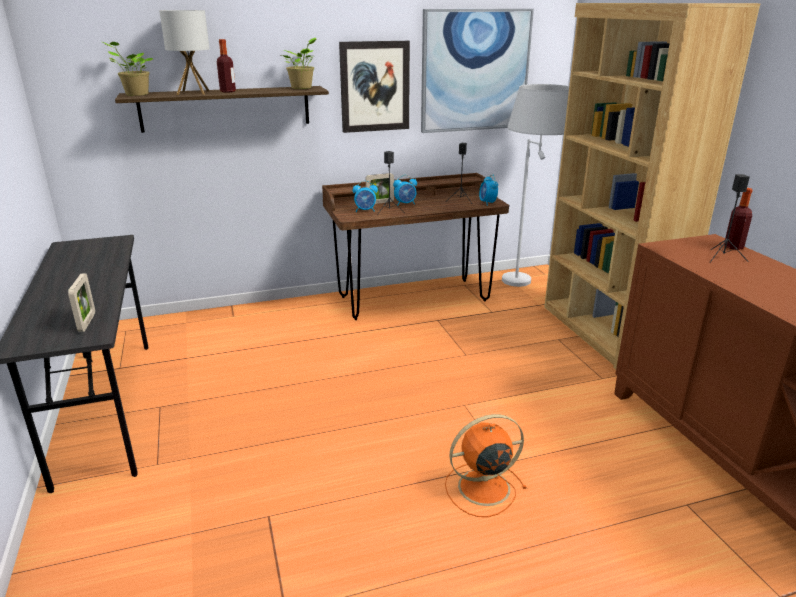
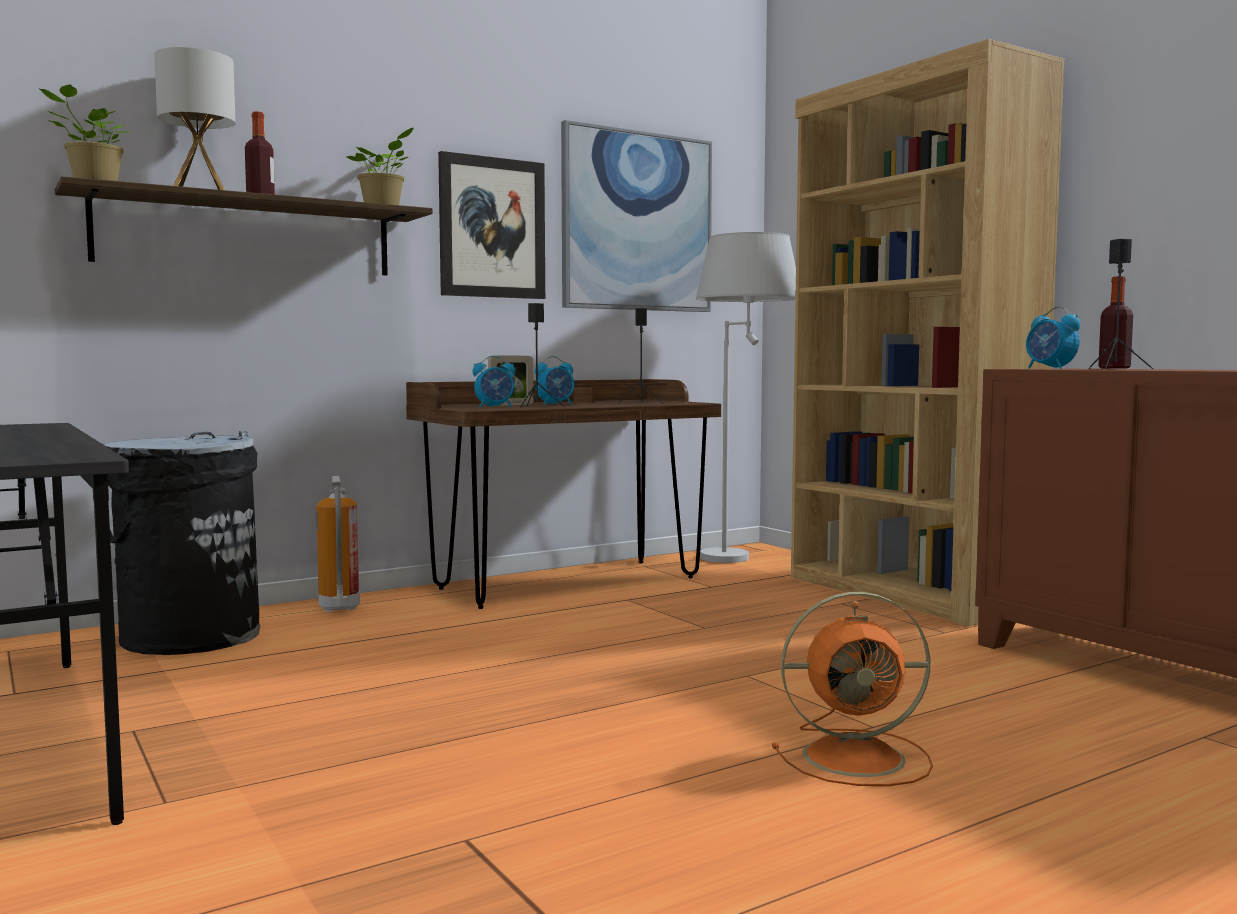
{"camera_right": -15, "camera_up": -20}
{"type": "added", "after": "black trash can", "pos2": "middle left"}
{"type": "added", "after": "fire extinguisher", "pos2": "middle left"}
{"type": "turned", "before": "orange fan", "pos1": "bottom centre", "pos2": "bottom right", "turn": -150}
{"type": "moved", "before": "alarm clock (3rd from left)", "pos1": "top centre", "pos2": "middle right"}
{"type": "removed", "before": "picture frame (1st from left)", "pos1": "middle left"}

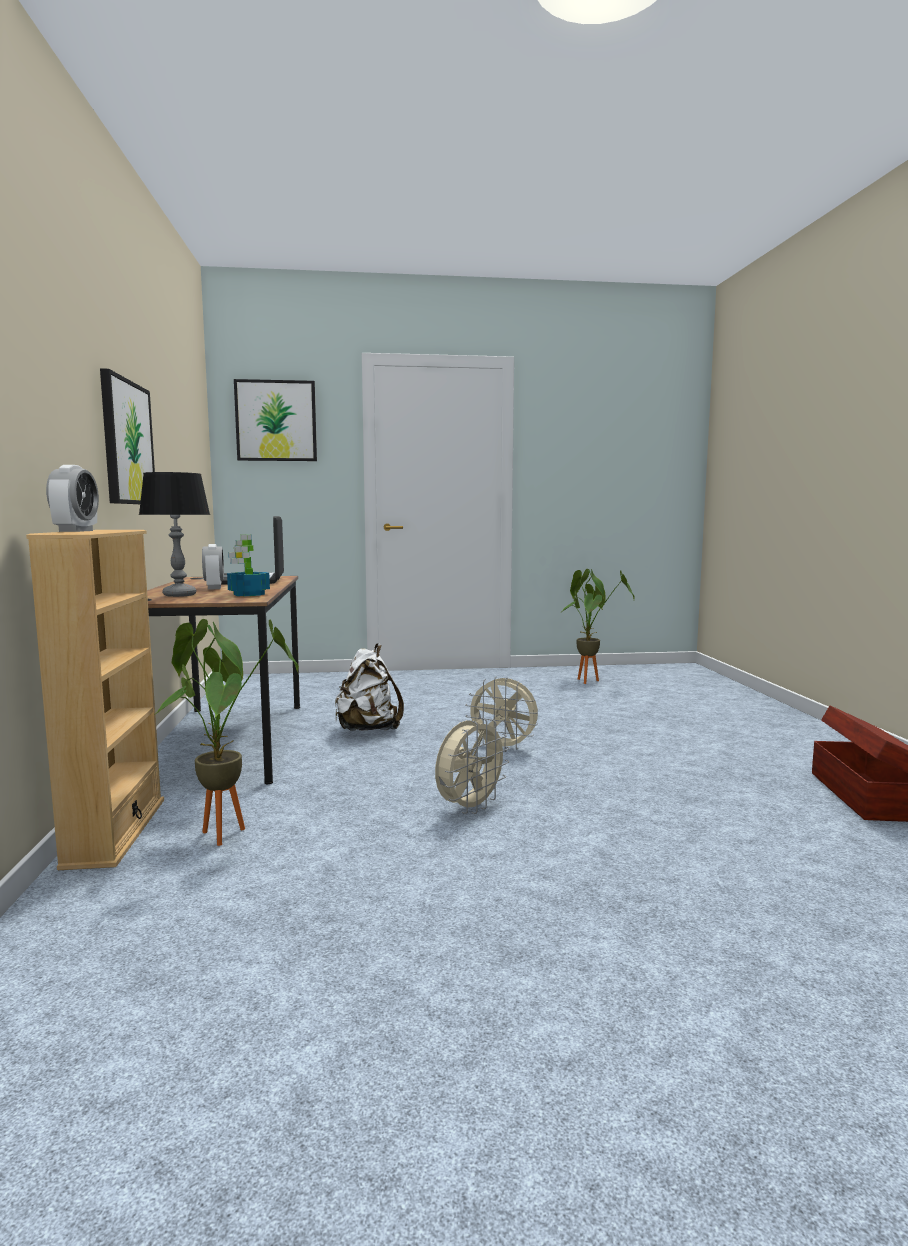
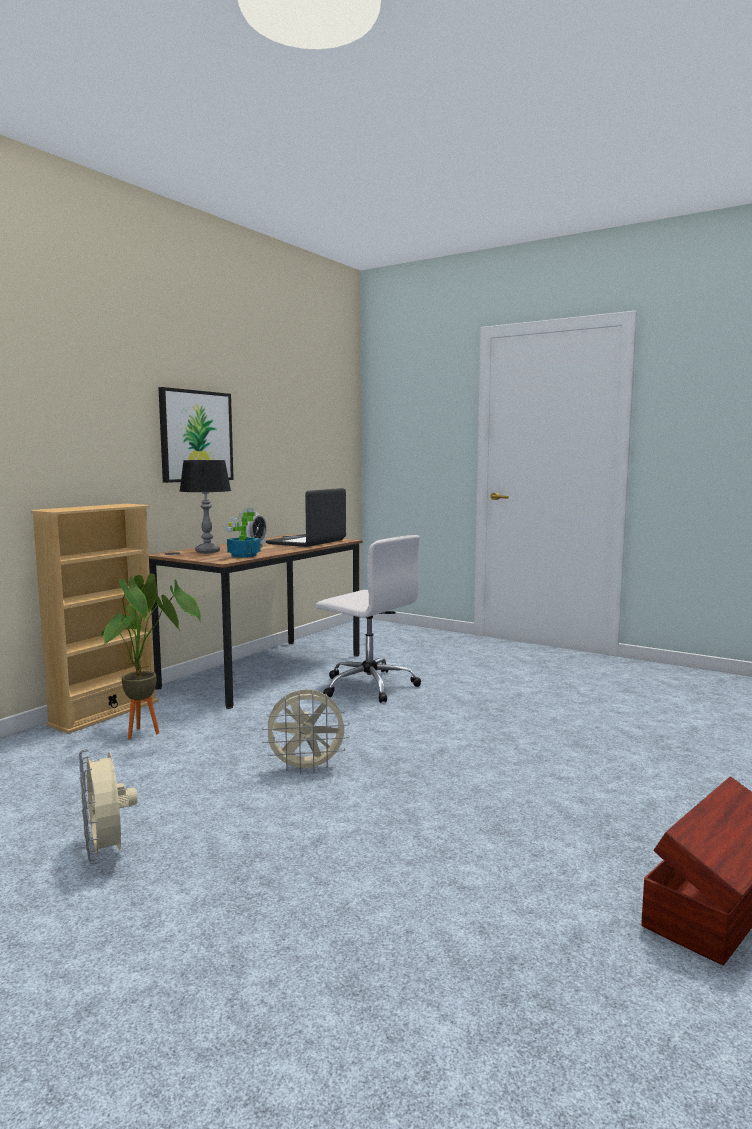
{"camera_right": 40, "camera_up": 0}
{"type": "moved", "before": "beige fan (2nd from left in the first image)", "after": "beige fan (1st from left)", "pos1": "centre", "pos2": "bottom left"}
{"type": "replaced", "before": "white backpack", "after": "white office chair", "pos1": "centre", "pos2": "centre"}
{"type": "removed", "before": "alarm clock (1st from left)", "pos1": "middle left"}
{"type": "removed", "before": "picture (2nd from left)", "pos1": "middle left"}
{"type": "removed", "before": "potted plant (3rd from left)", "pos1": "centre"}

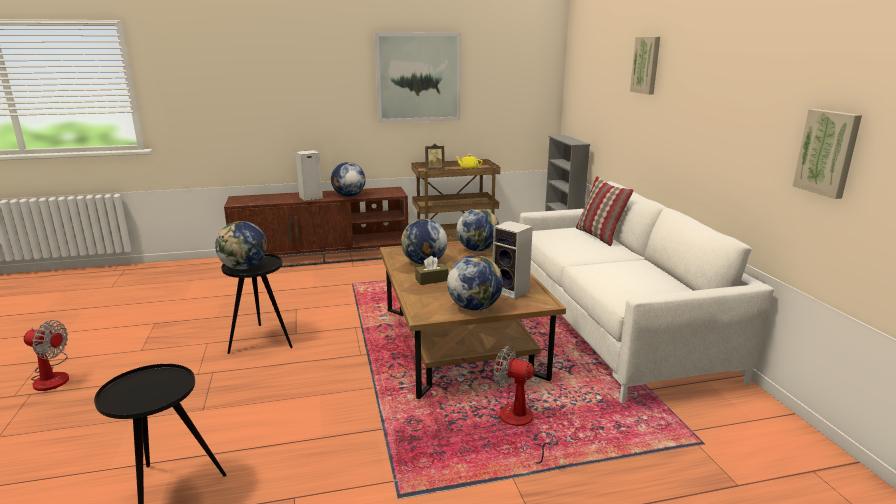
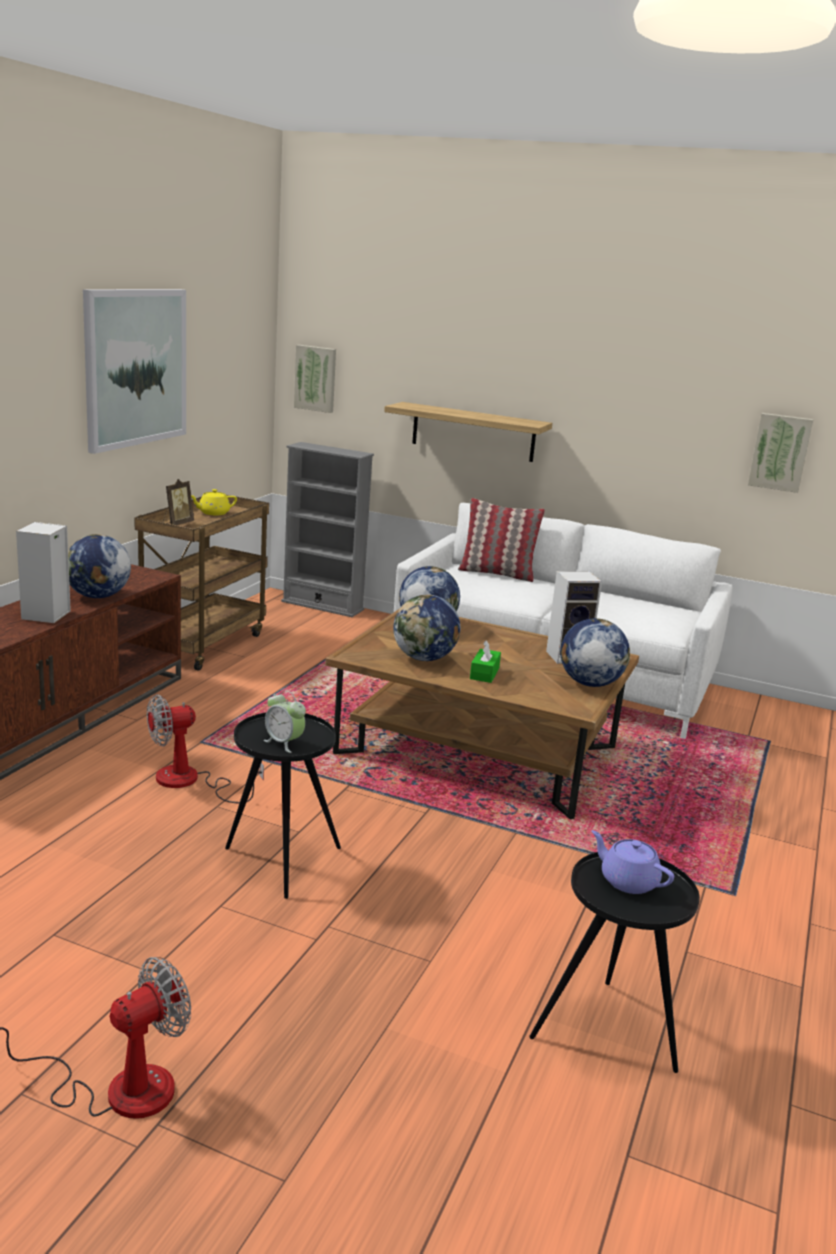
{"camera_right": -55, "camera_up": 0}
{"type": "moved", "before": "fan (2nd from left)", "pos1": "bottom centre", "pos2": "middle left"}
{"type": "replaced", "before": "globe (1st from left)", "after": "alarm clock", "pos1": "middle left", "pos2": "centre"}
{"type": "moved", "before": "picture (2nd from left)", "pos1": "top right", "pos2": "top centre"}
{"type": "added", "after": "shelf", "pos2": "centre"}
{"type": "recoloured", "before": "brown tissue box", "after": "green tissue box", "pos1": "centre", "pos2": "centre"}
{"type": "added", "after": "purple teapot", "pos2": "bottom right"}

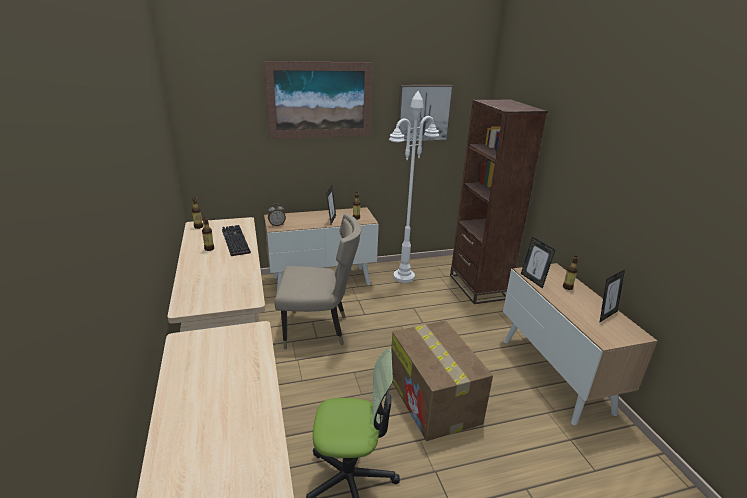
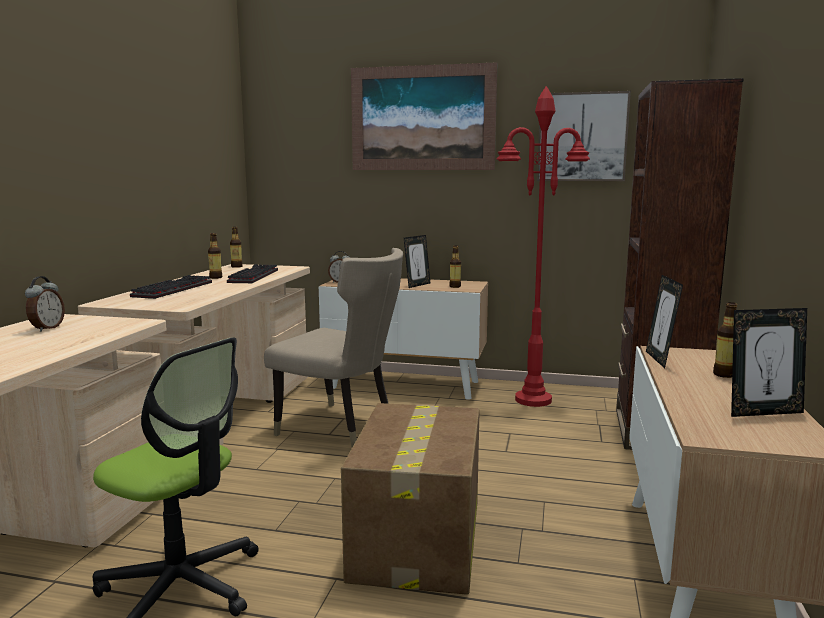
{"camera_right": 30, "camera_up": -15}
{"type": "added", "after": "alarm clock (1st from left)", "pos2": "middle left"}
{"type": "added", "after": "keyboard (1st from left)", "pos2": "middle left"}
{"type": "recoloured", "before": "white floor lamp", "after": "red floor lamp", "pos1": "centre", "pos2": "centre"}

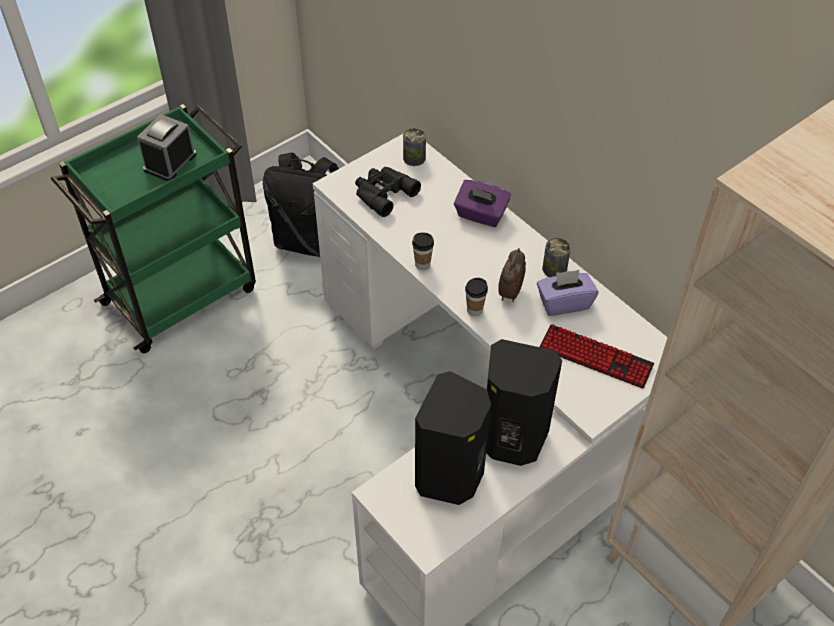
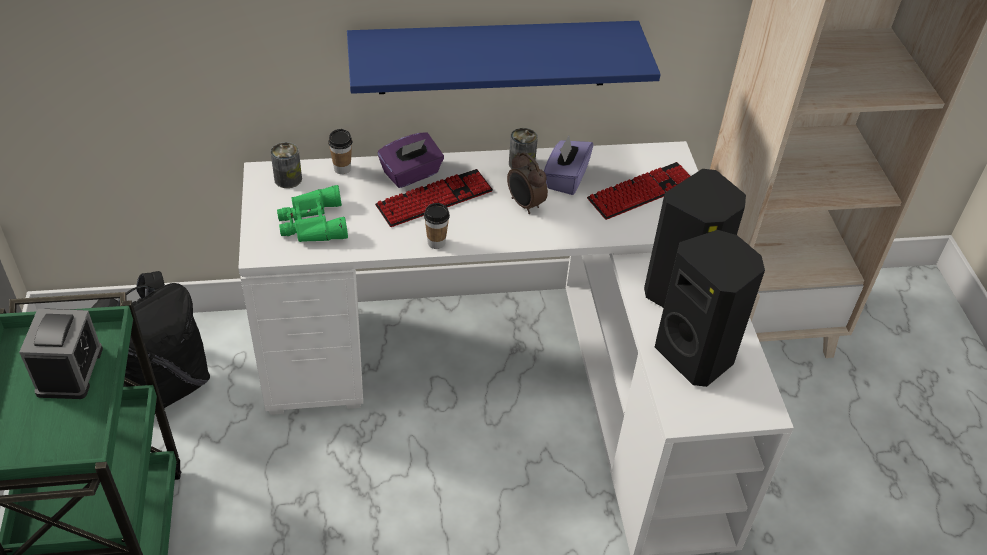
{"camera_right": -60, "camera_up": -5}
{"type": "turned", "before": "alarm clock (1st from left)", "pos1": "top left", "pos2": "middle left", "turn": -150}
{"type": "recoloured", "before": "black binoculars", "after": "green binoculars", "pos1": "top centre", "pos2": "middle left"}
{"type": "moved", "before": "cup (2nd from left in the first image)", "after": "cup (1st from left)", "pos1": "centre", "pos2": "top centre"}
{"type": "added", "after": "blue shelf", "pos2": "top centre"}
{"type": "added", "after": "keyboard (1st from left)", "pos2": "centre"}

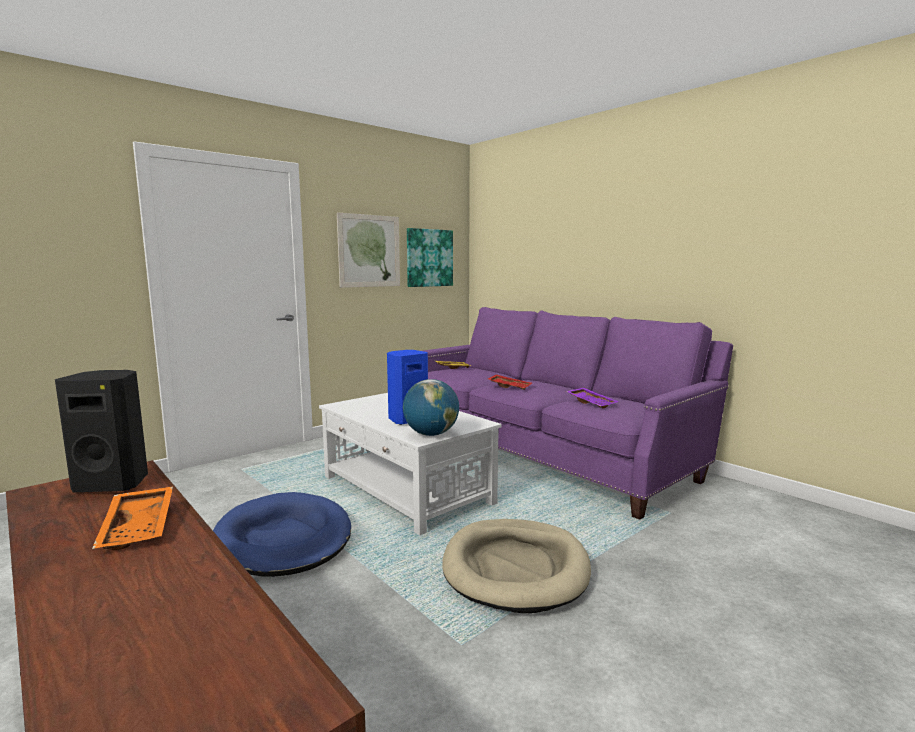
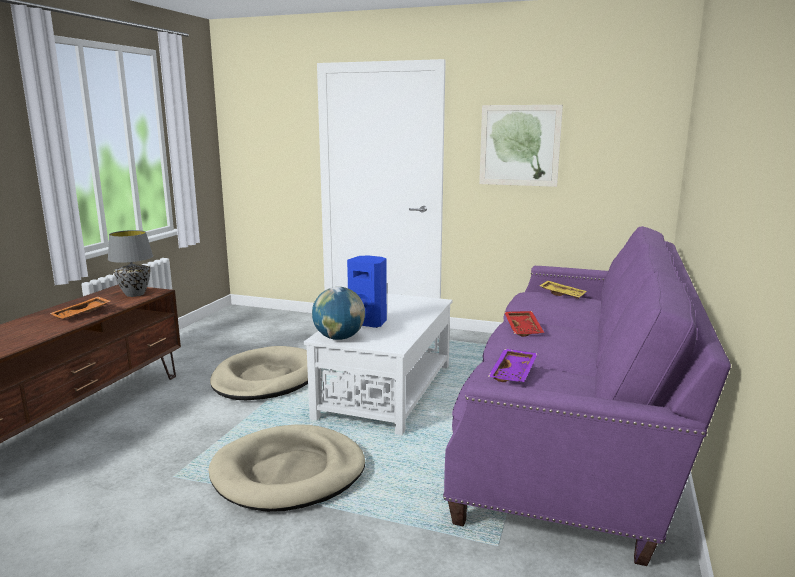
{"camera_right": 60, "camera_up": 5}
{"type": "replaced", "before": "black speaker", "after": "grey table lamp", "pos1": "middle left", "pos2": "middle left"}
{"type": "recoloured", "before": "blue dog bed", "after": "beige dog bed (1st from left)", "pos1": "bottom left", "pos2": "middle left"}
{"type": "removed", "before": "picture (2nd from left)", "pos1": "centre"}

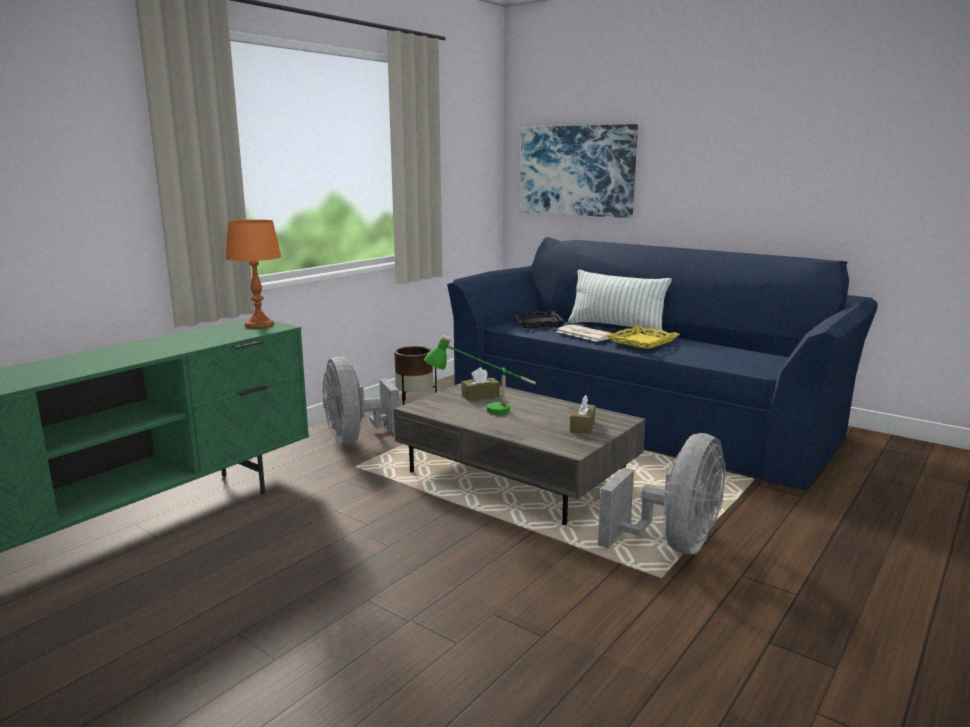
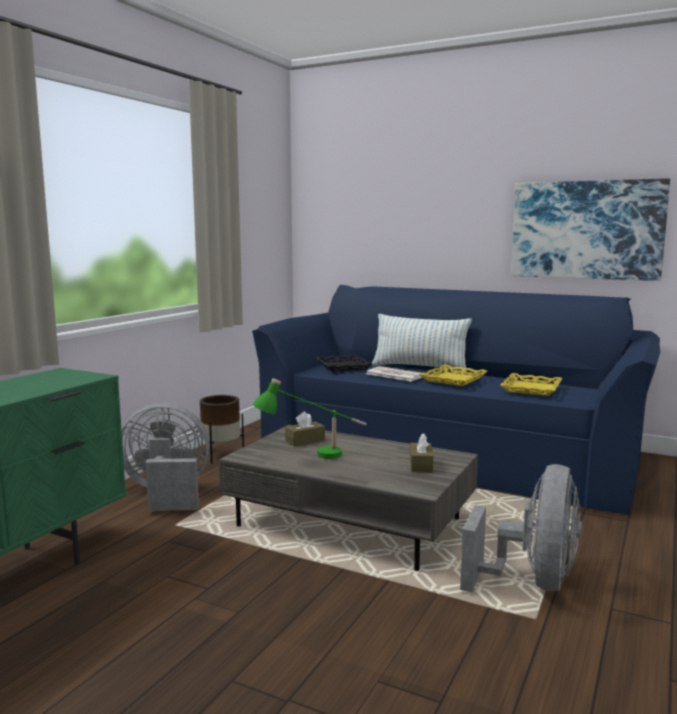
{"camera_right": -10, "camera_up": -5}
{"type": "turned", "before": "grey fan (1st from left)", "pos1": "centre", "pos2": "middle left", "turn": 120}
{"type": "added", "after": "yellow tray (2nd from left)", "pos2": "middle right"}
{"type": "moved", "before": "picture", "pos1": "top centre", "pos2": "top right"}
{"type": "removed", "before": "orange table lamp", "pos1": "middle left"}

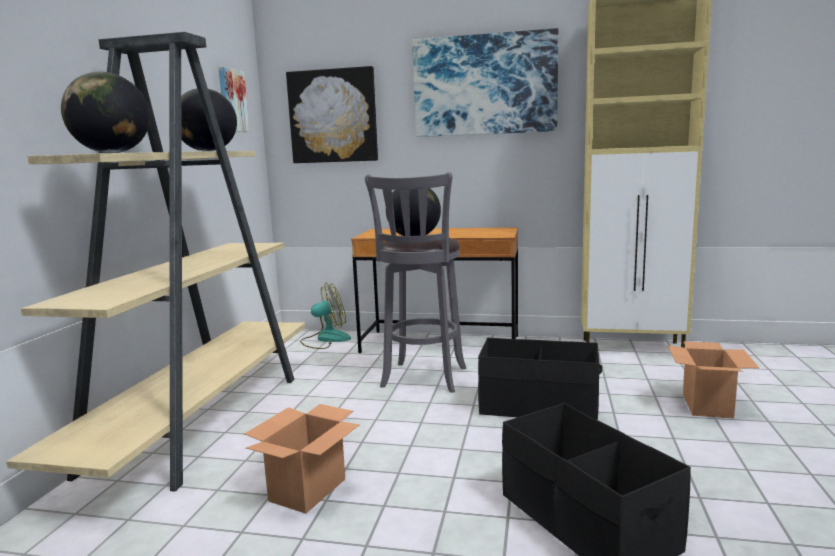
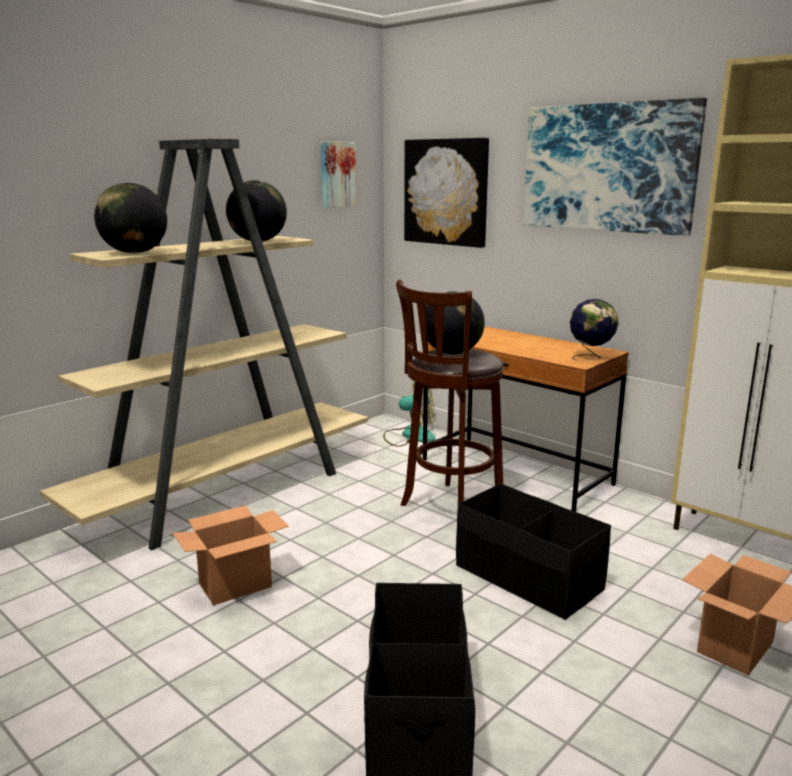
{"camera_right": 30, "camera_up": 5}
{"type": "recoloured", "before": "grey stool", "after": "brown stool", "pos1": "centre", "pos2": "centre"}
{"type": "added", "after": "globe (4th from left)", "pos2": "middle right"}

